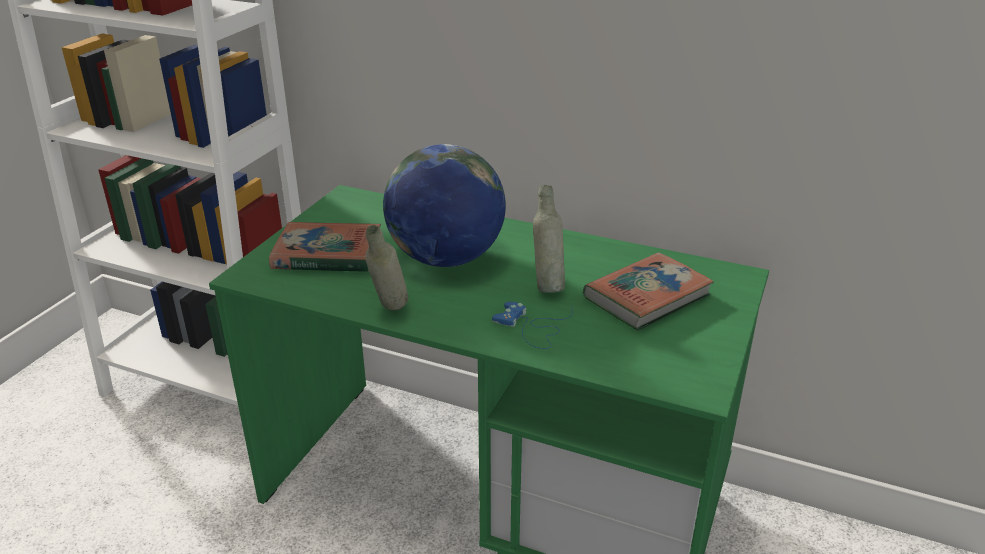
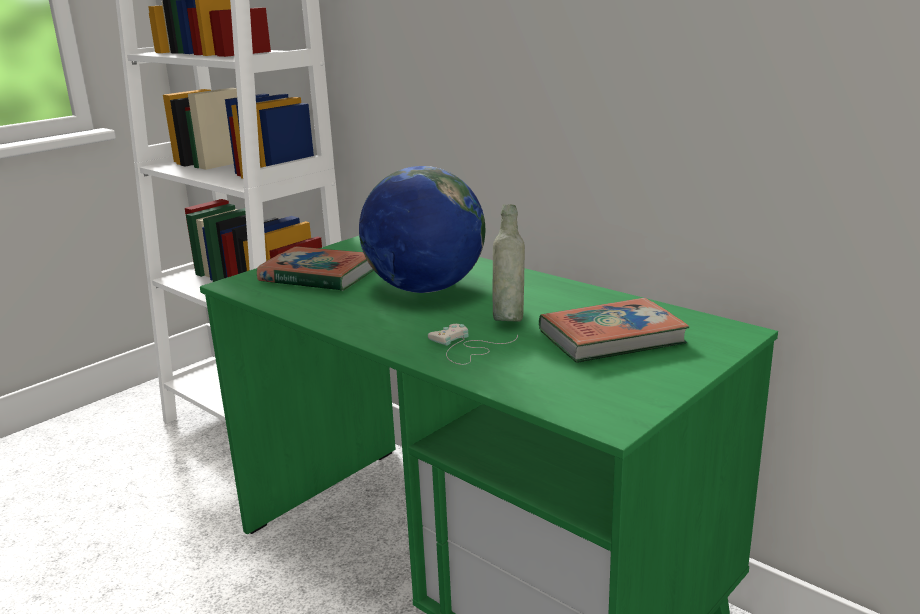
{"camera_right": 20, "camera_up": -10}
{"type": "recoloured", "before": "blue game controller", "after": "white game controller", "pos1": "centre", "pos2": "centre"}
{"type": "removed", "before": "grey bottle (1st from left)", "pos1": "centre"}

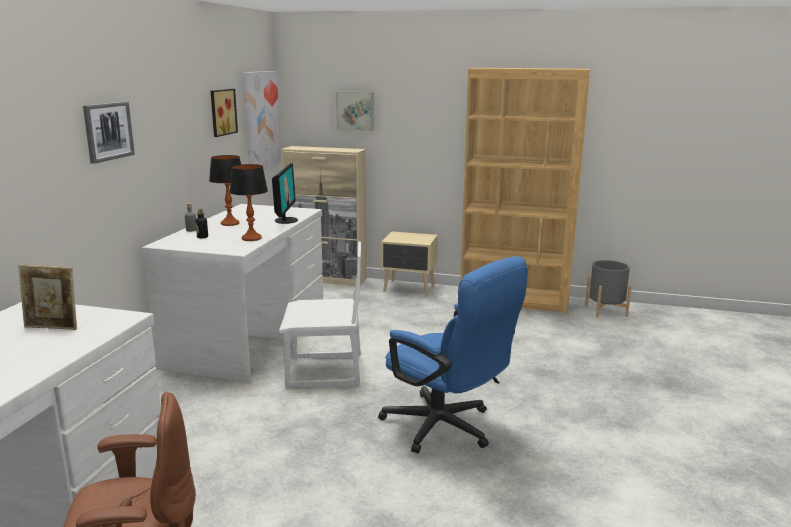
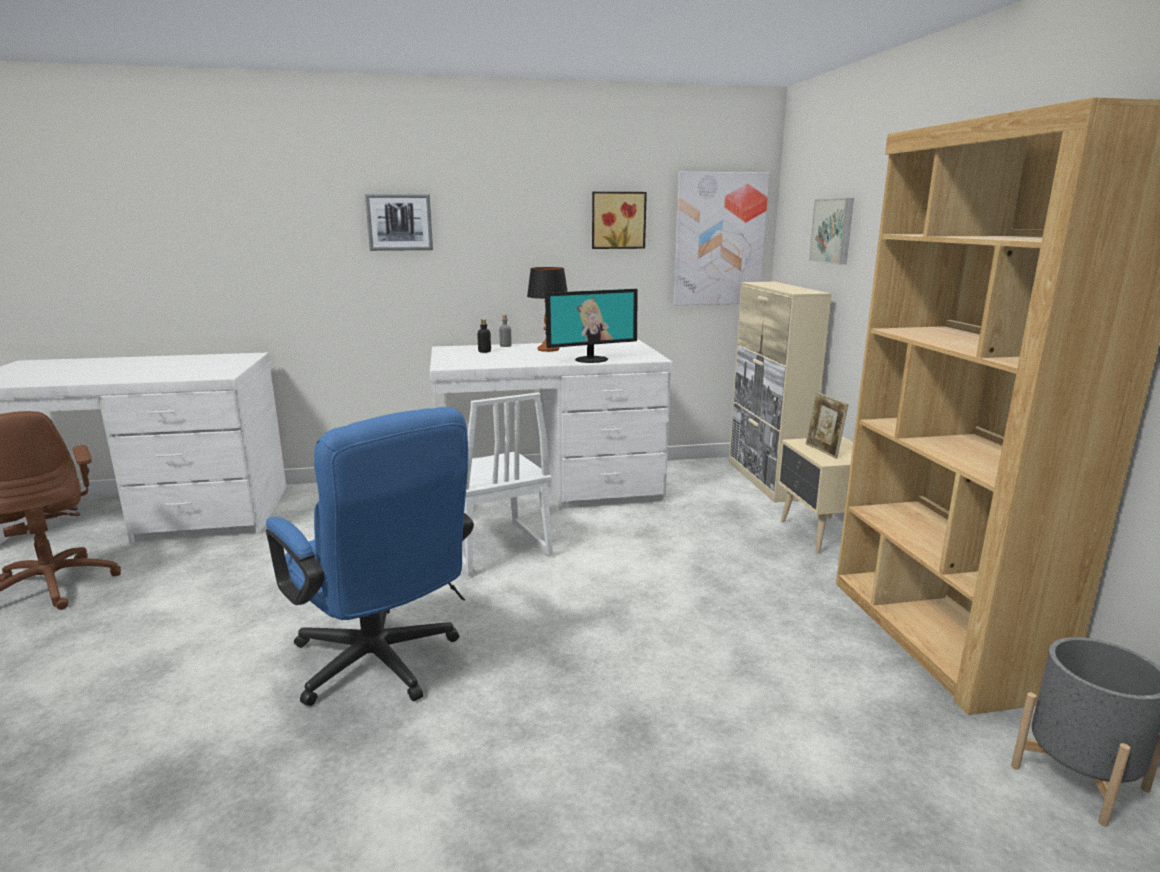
{"camera_right": 65, "camera_up": 0}
{"type": "turned", "before": "blue office chair", "pos1": "bottom centre", "pos2": "middle left", "turn": -60}
{"type": "moved", "before": "picture frame", "pos1": "middle left", "pos2": "middle right"}
{"type": "removed", "before": "table lamp (2nd from left)", "pos1": "middle left"}

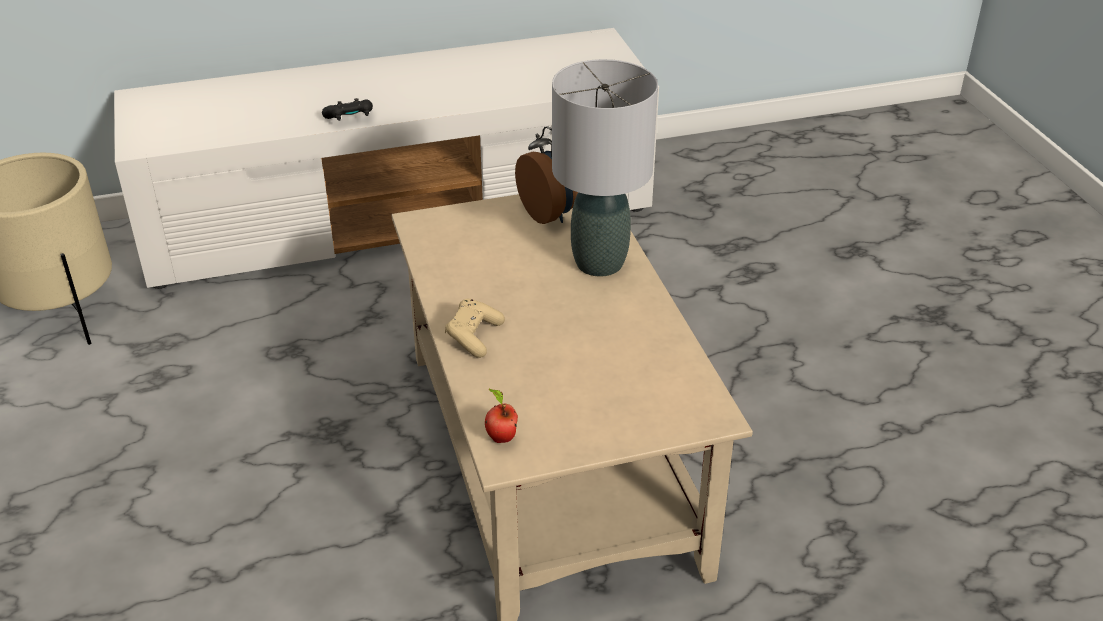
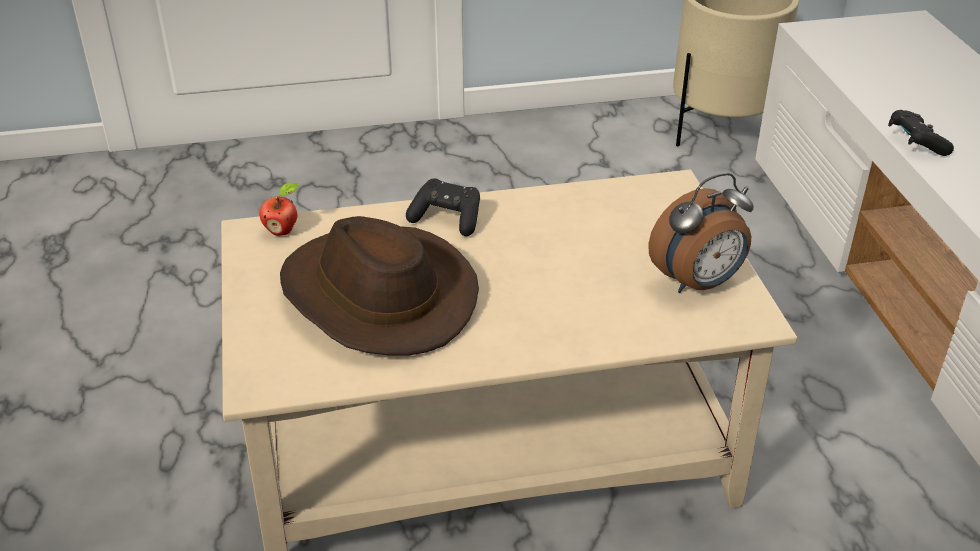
{"camera_right": 95, "camera_up": 0}
{"type": "added", "after": "brown hat", "pos2": "centre"}
{"type": "recoloured", "before": "beige game controller", "after": "black game controller (1st from left)", "pos1": "centre", "pos2": "centre"}
{"type": "removed", "before": "grey table lamp", "pos1": "top centre"}

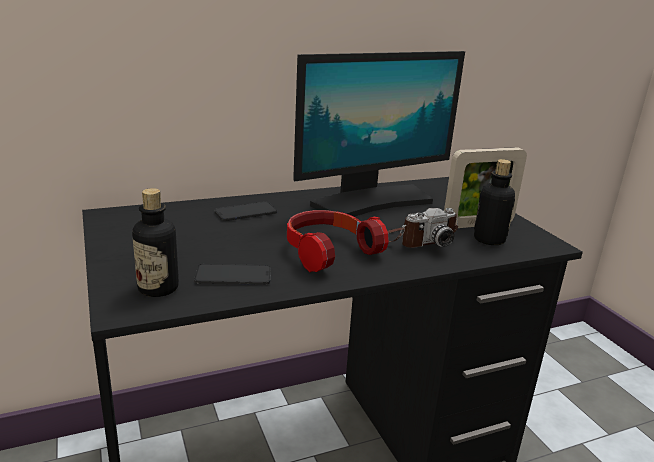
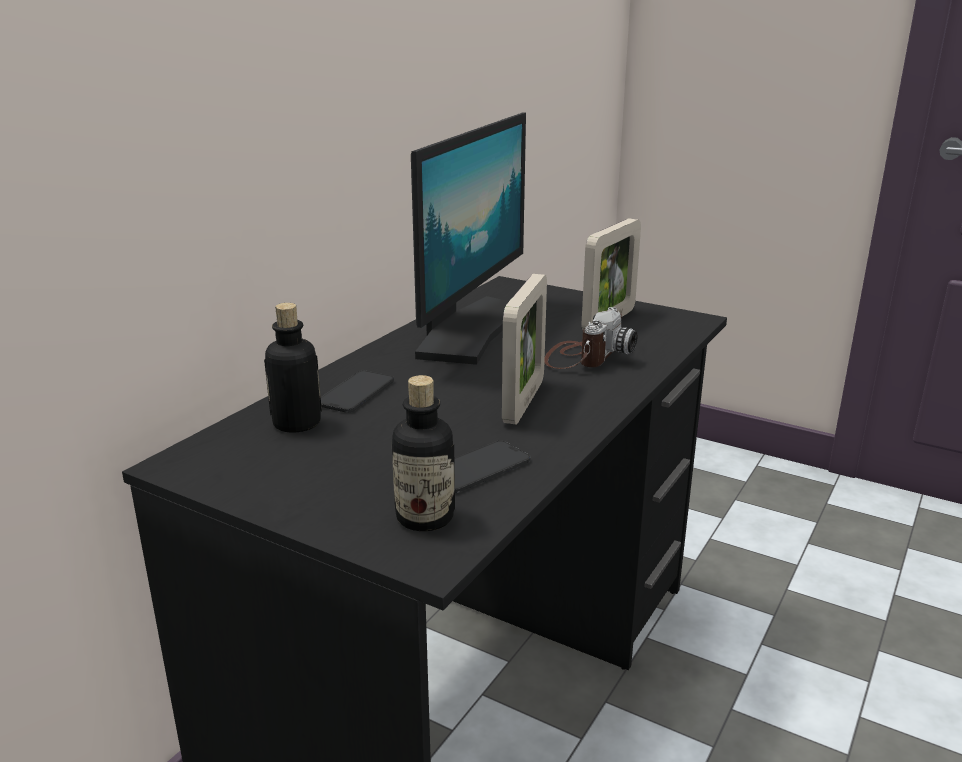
{"camera_right": -35, "camera_up": 0}
{"type": "moved", "before": "bottle (2nd from left in the first image)", "after": "bottle (1st from left)", "pos1": "middle right", "pos2": "middle left"}
{"type": "replaced", "before": "headphones", "after": "picture frame (1st from left)", "pos1": "centre", "pos2": "centre"}

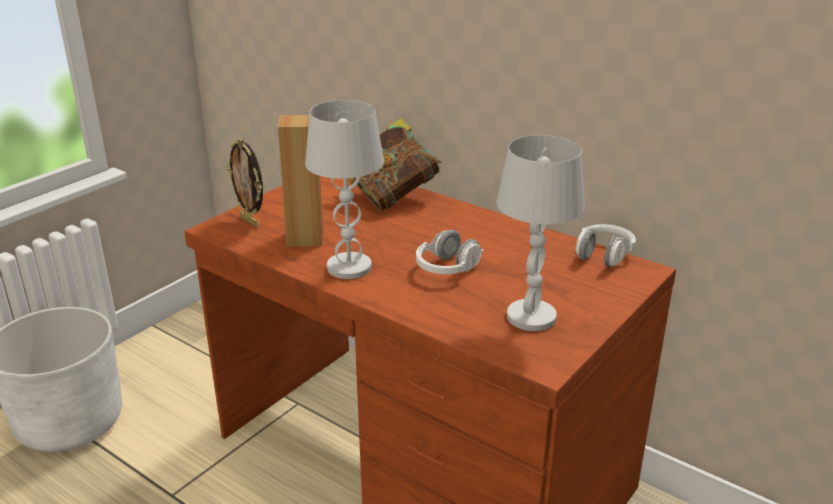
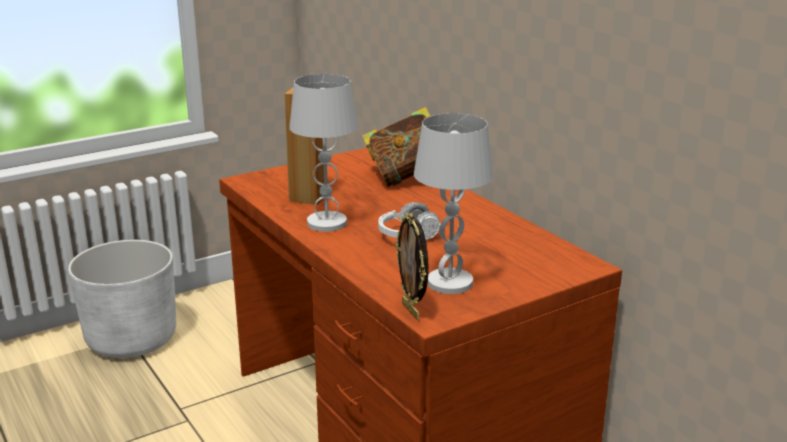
{"camera_right": 20, "camera_up": -5}
{"type": "moved", "before": "picture frame", "pos1": "middle left", "pos2": "centre"}
{"type": "removed", "before": "white headphones (2nd from left)", "pos1": "middle right"}

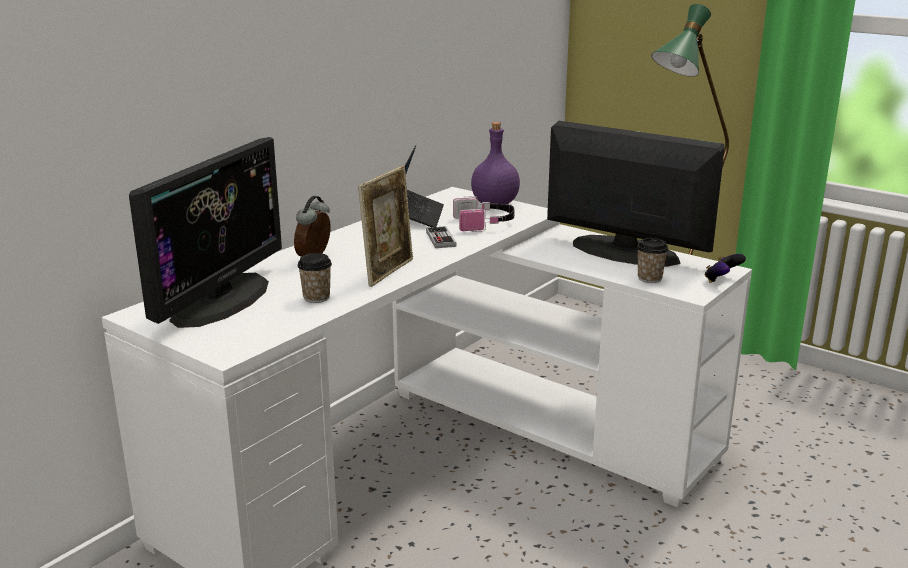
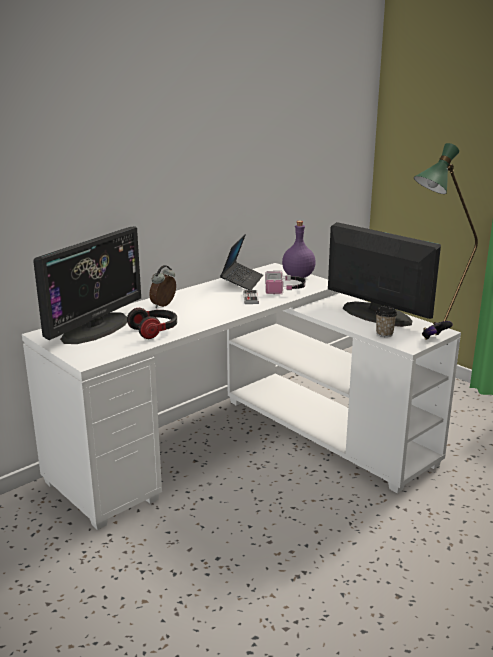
{"camera_right": 10, "camera_up": 0}
{"type": "replaced", "before": "cup (1st from left)", "after": "headphones (1st from left)", "pos1": "centre", "pos2": "middle left"}
{"type": "removed", "before": "picture frame", "pos1": "centre"}

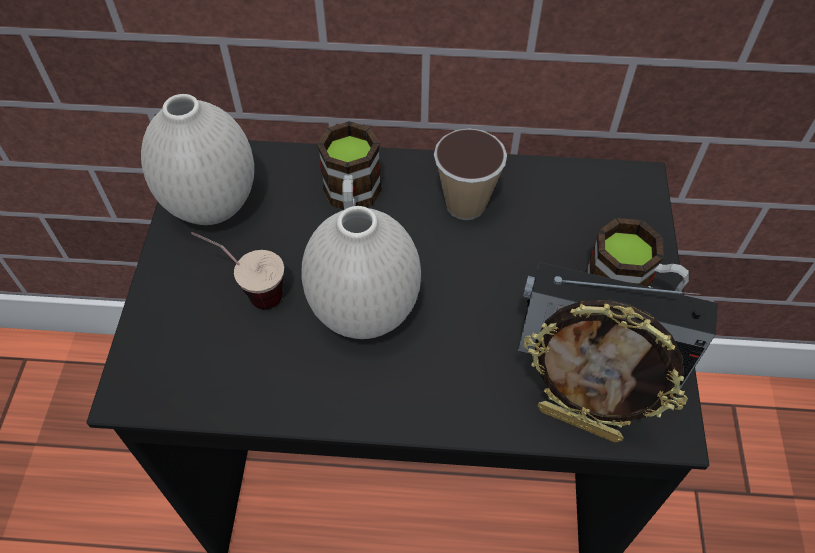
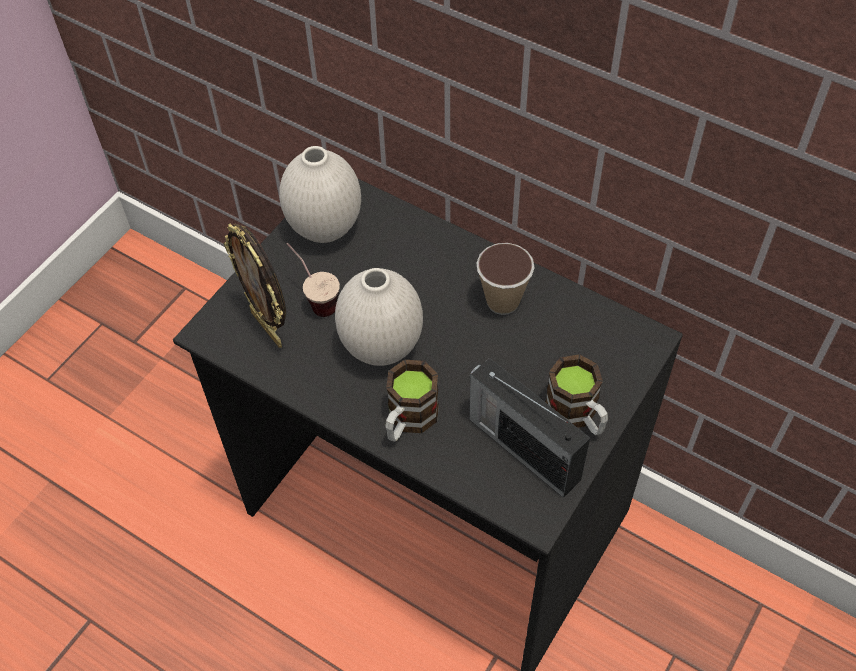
{"camera_right": 30, "camera_up": 0}
{"type": "moved", "before": "picture frame", "pos1": "bottom right", "pos2": "middle left"}
{"type": "moved", "before": "mug (1st from left)", "pos1": "top centre", "pos2": "centre"}

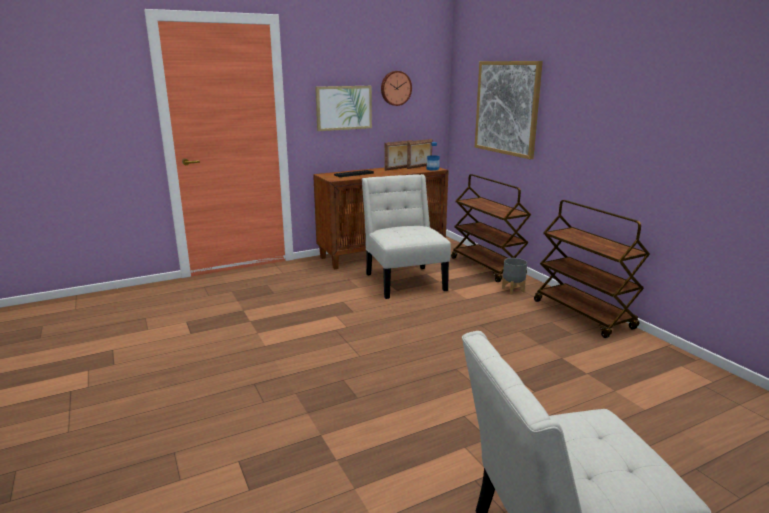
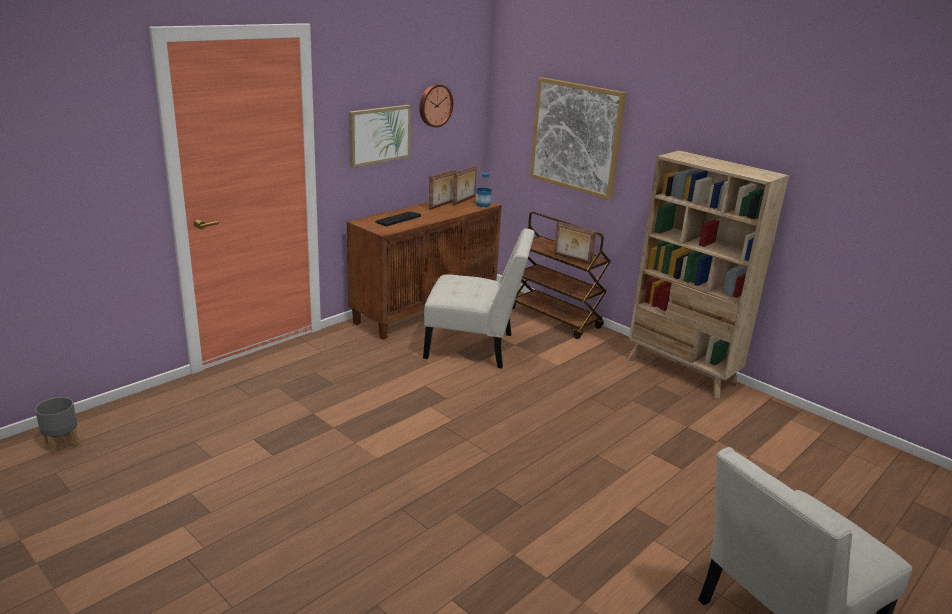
{"camera_right": -20, "camera_up": 5}
{"type": "moved", "before": "grey planter", "pos1": "middle right", "pos2": "bottom left"}
{"type": "turned", "before": "white chair (1st from left)", "pos1": "centre", "pos2": "centre", "turn": 135}
{"type": "added", "after": "picture frame (3rd from left)", "pos2": "centre"}
{"type": "replaced", "before": "brown cart (2nd from left)", "after": "beige bookcase", "pos1": "middle right", "pos2": "middle right"}

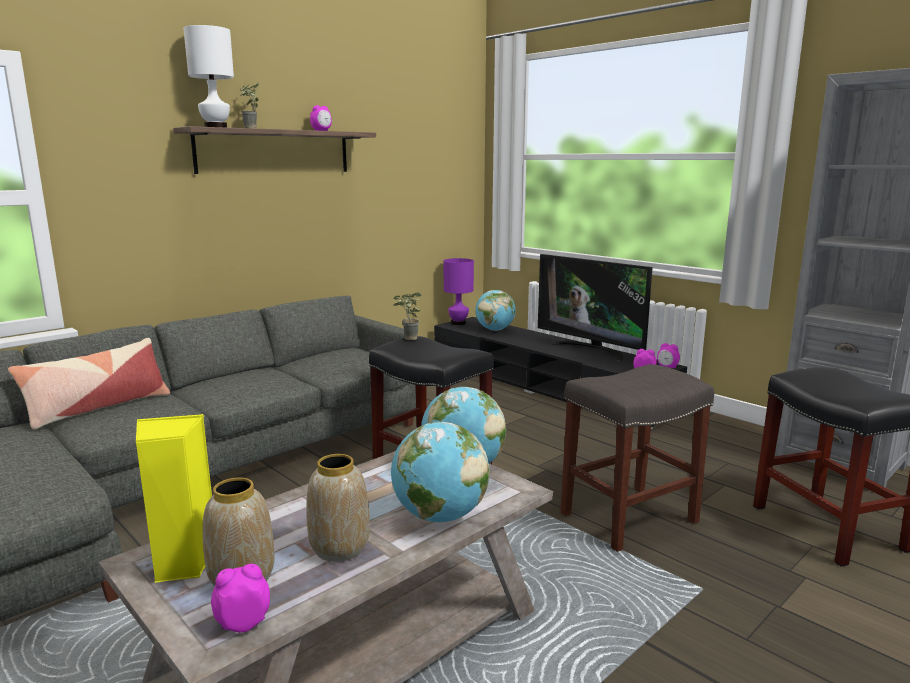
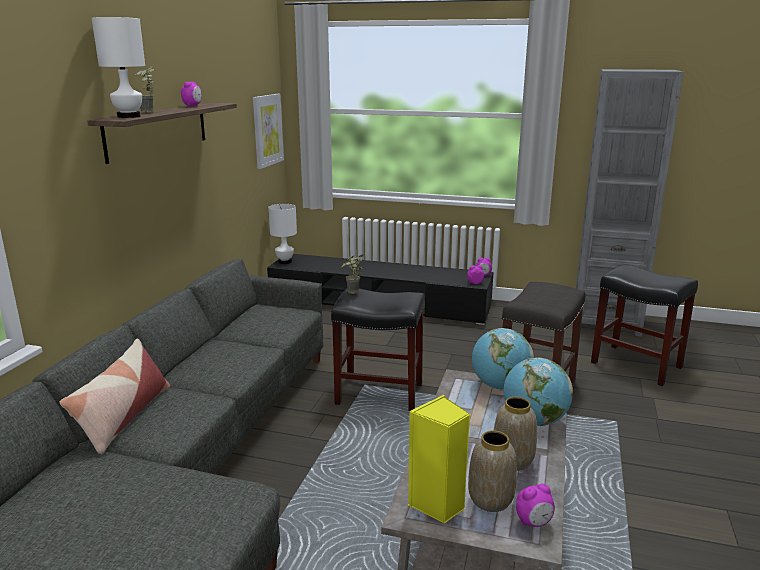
{"camera_right": -30, "camera_up": 5}
{"type": "added", "after": "picture", "pos2": "top centre"}
{"type": "recoloured", "before": "purple table lamp", "after": "white table lamp (2nd from left)", "pos1": "centre", "pos2": "centre"}
{"type": "turned", "before": "alarm clock (1st from left in the first image)", "pos1": "bottom left", "pos2": "bottom right", "turn": -150}
{"type": "removed", "before": "globe (3rd from left)", "pos1": "centre"}
{"type": "removed", "before": "television", "pos1": "centre"}

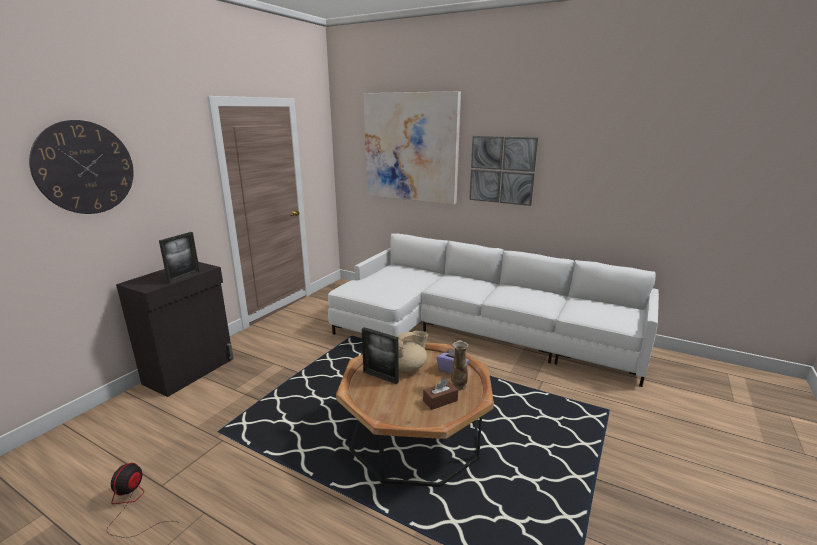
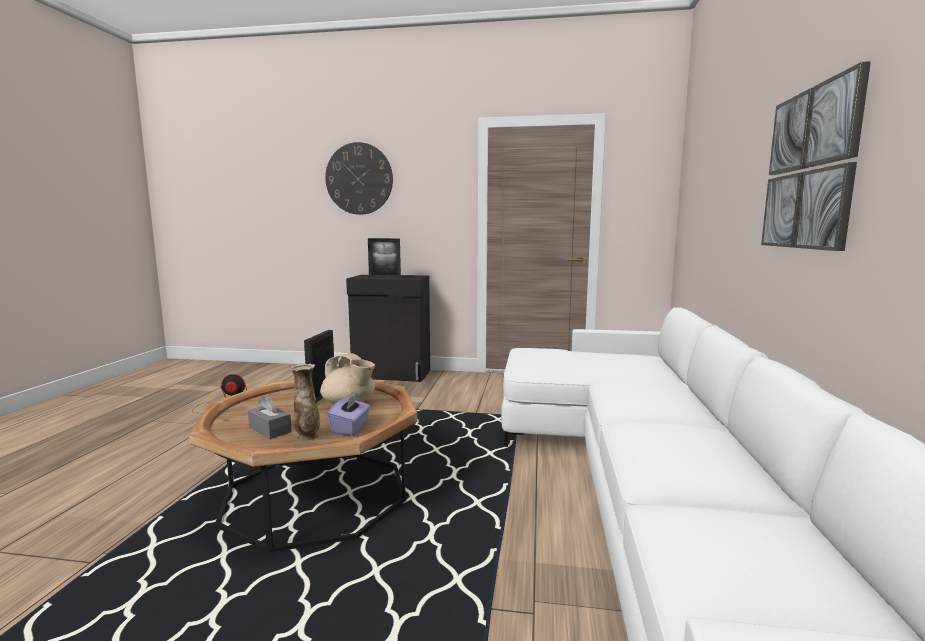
{"camera_right": 70, "camera_up": -10}
{"type": "recoloured", "before": "brown tissue box", "after": "grey tissue box", "pos1": "bottom centre", "pos2": "middle left"}
{"type": "removed", "before": "picture (1st from left)", "pos1": "top centre"}

